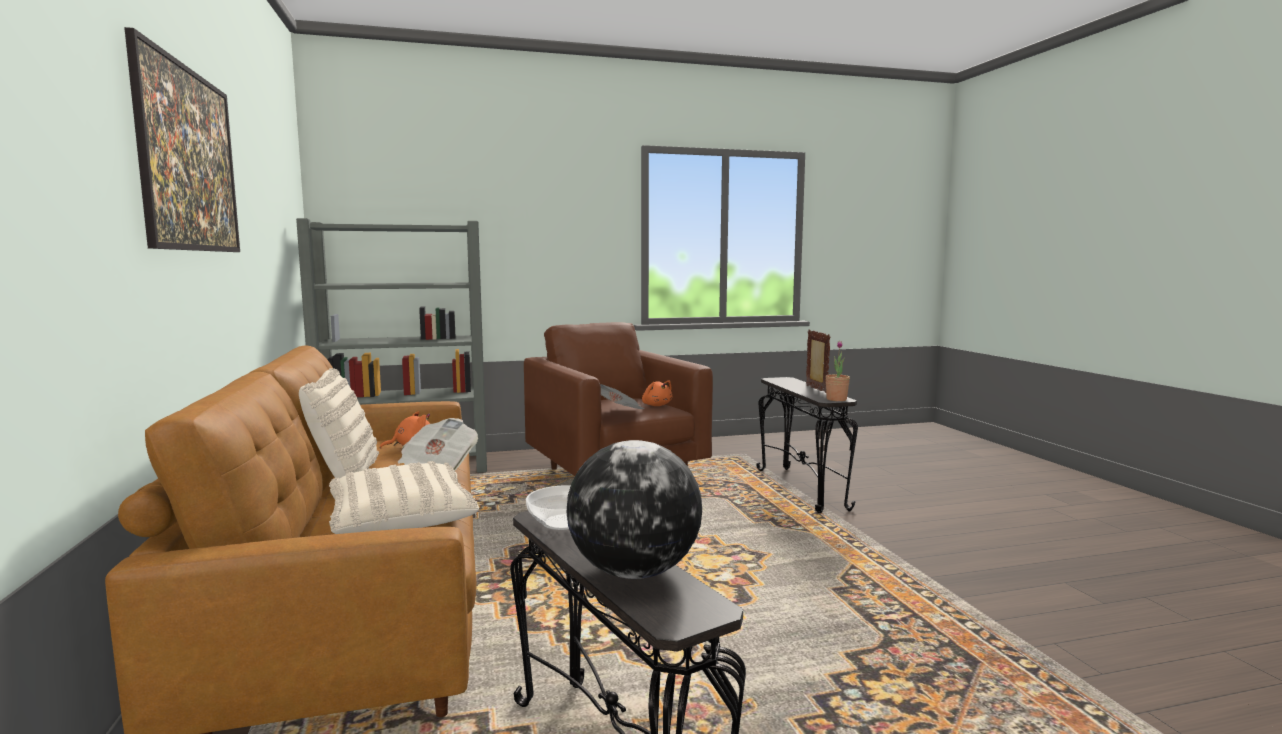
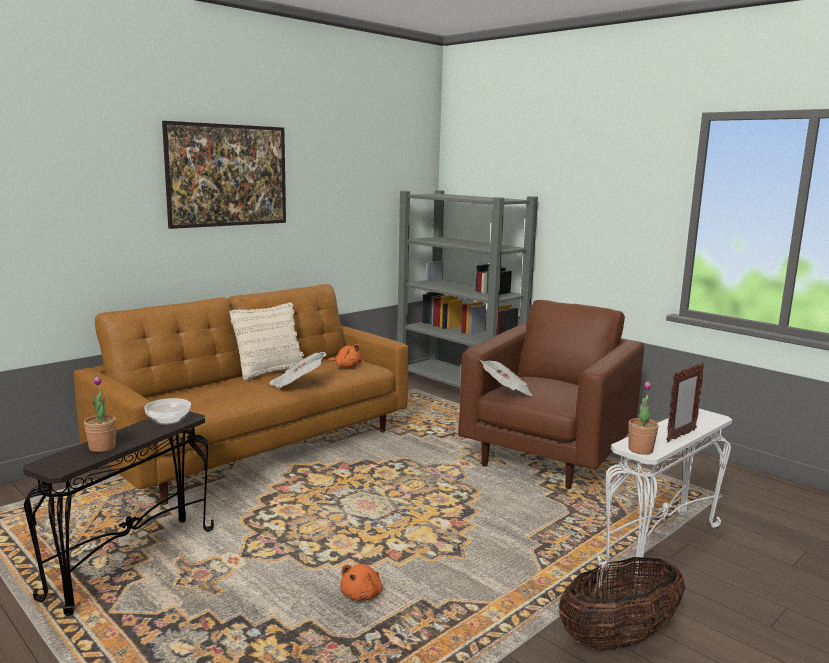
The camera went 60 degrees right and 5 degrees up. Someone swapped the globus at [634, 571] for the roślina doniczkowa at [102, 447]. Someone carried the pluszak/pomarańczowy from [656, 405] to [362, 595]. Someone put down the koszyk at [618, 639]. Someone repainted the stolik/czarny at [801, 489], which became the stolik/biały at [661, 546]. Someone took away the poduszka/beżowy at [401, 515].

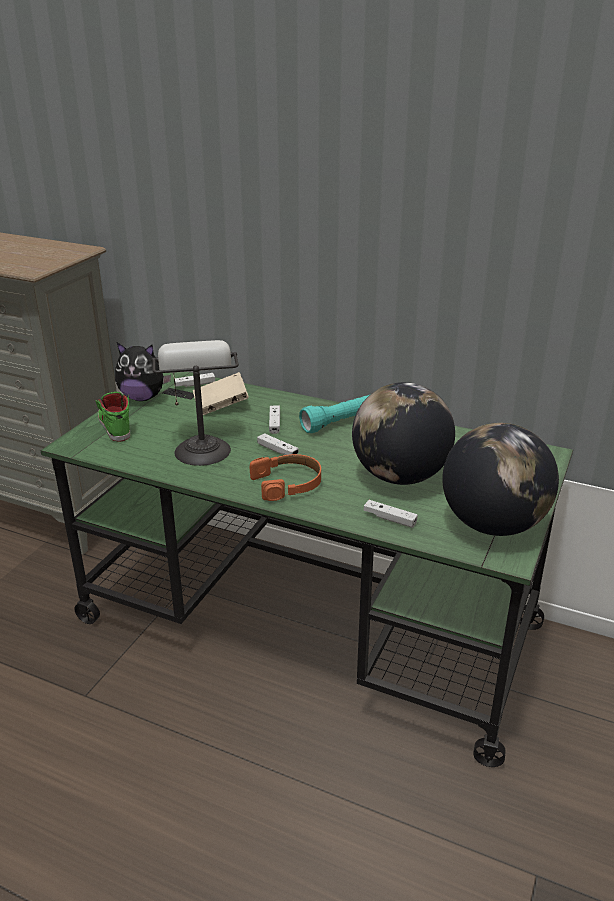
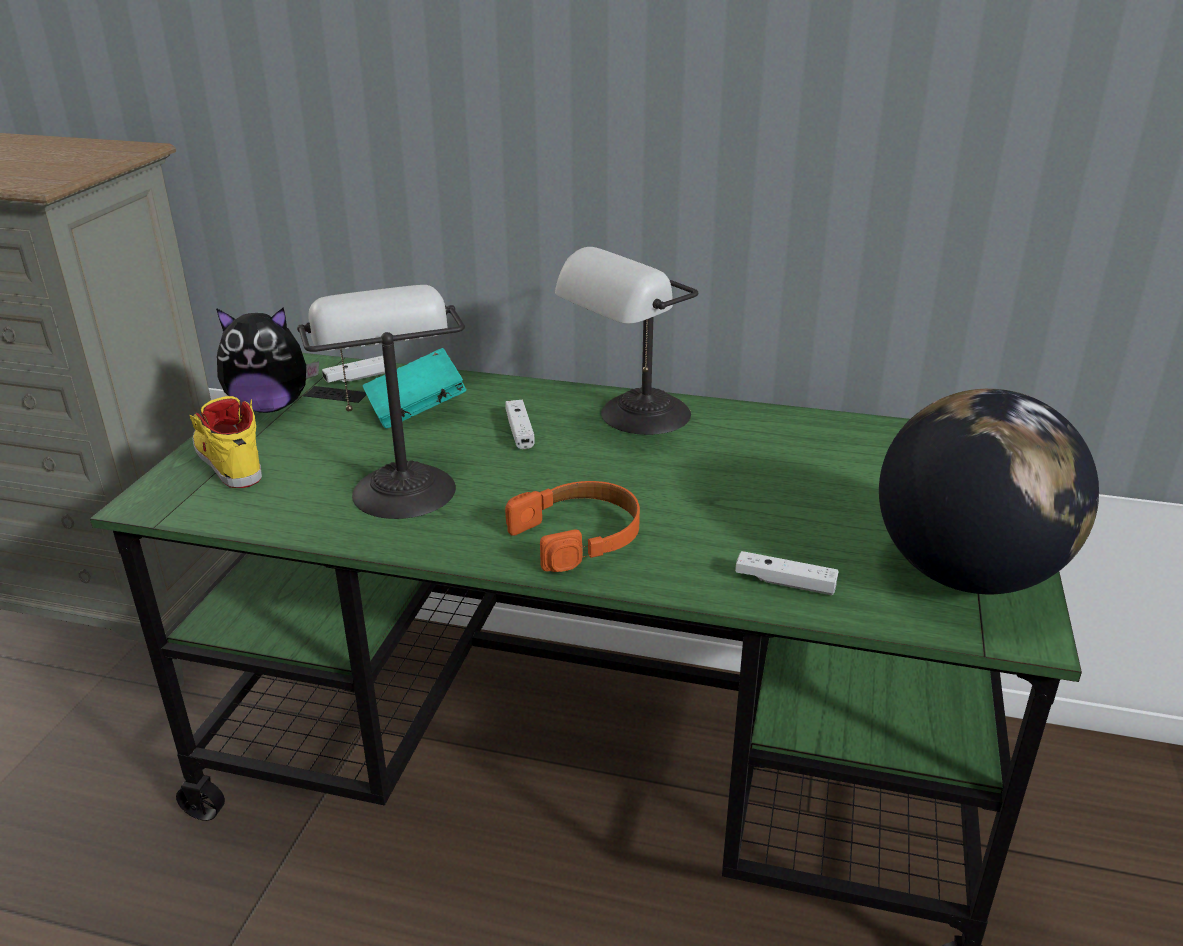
The camera went 10 degrees left and 0 degrees up. Someone repainted the but/zielony at [114, 425], which became the but/żółty at [227, 458]. Someone repainted the książka/beżowy at [221, 406], which became the książka/turkusowy at [416, 410]. Someone swapped the latarka/turkusowy at [340, 422] for the lampa stołowa at [633, 420]. Someone took away the pad do gier/biały at [277, 450]. Someone took away the globus at [399, 476].

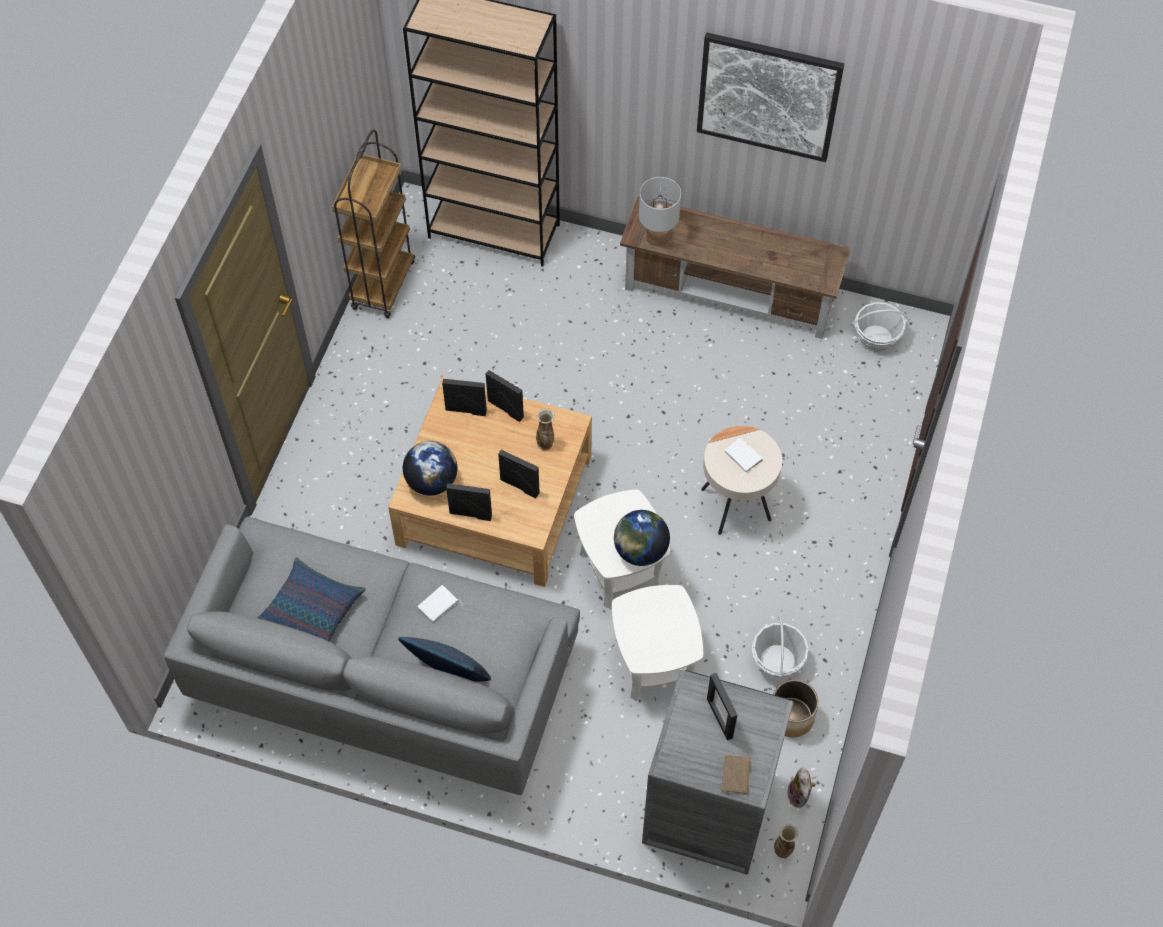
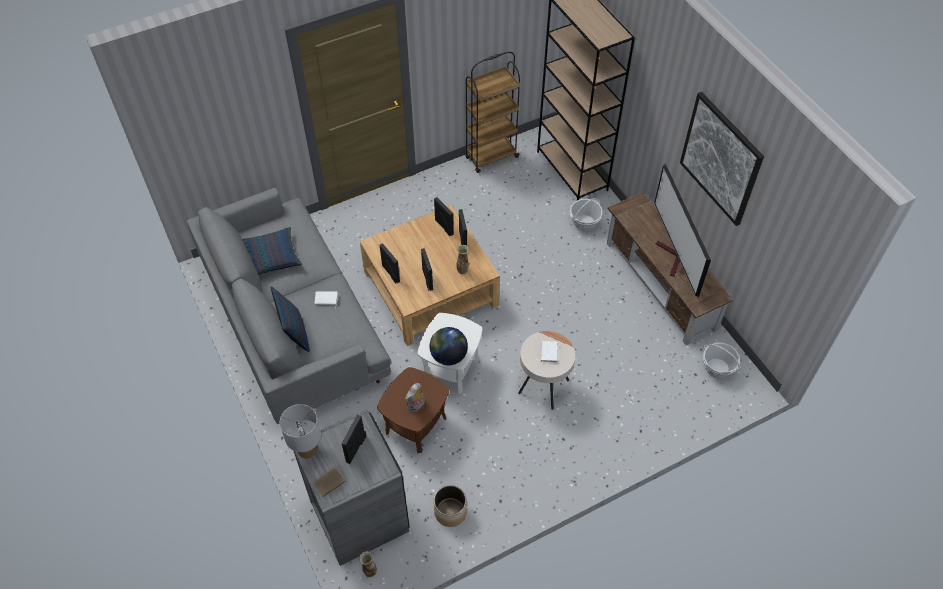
The camera went 45 degrees right and 5 degrees down. Someone carried the lampa stołowa/szary from [658, 237] to [307, 449]. Someone repainted the stolik/biały at [654, 662], which became the stolik/brązowy at [415, 424]. Someone carried the pluszak from [800, 796] to [416, 406]. Someone carried the koszyk from [777, 661] to [584, 223]. Someone put down the telewizor at [673, 258]. Someone took away the globus at [431, 481].

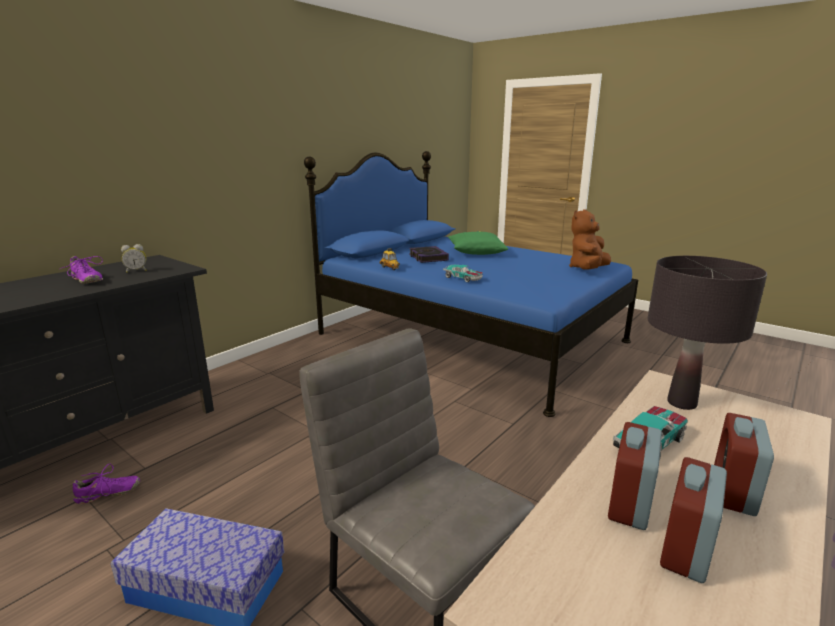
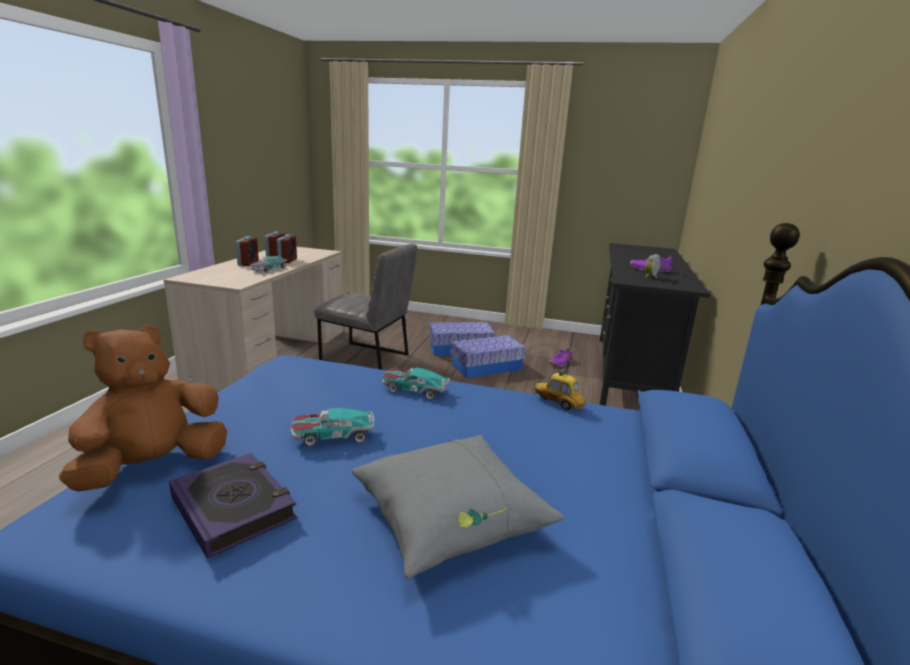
The camera went 155 degrees right and 0 degrees up. Someone rotated the pluszak/brązowy at [587, 269] by 150 degrees counterclockwise. Someone carried the książka from [428, 257] to [233, 508]. Someone put down the samochodzik at [333, 435]. Someone repainted the poduszka/zielony at [476, 253], which became the poduszka/szary at [449, 519]. Someone put down the pojemnik do przechowywania at [486, 367]. Someone took away the lampa stołowa/czarny at [681, 403].

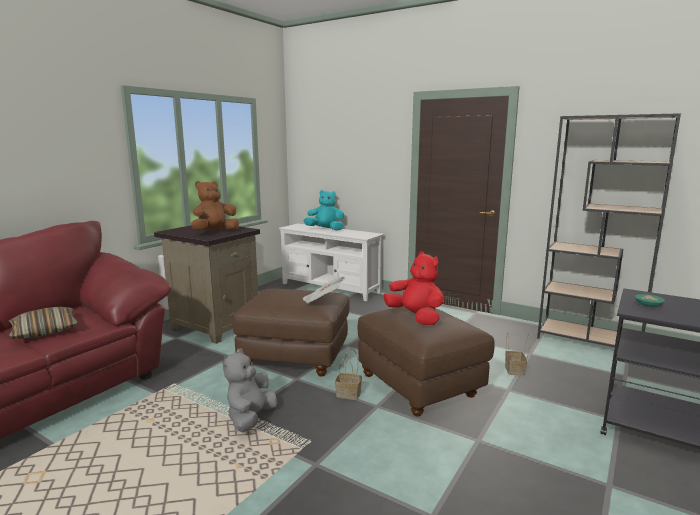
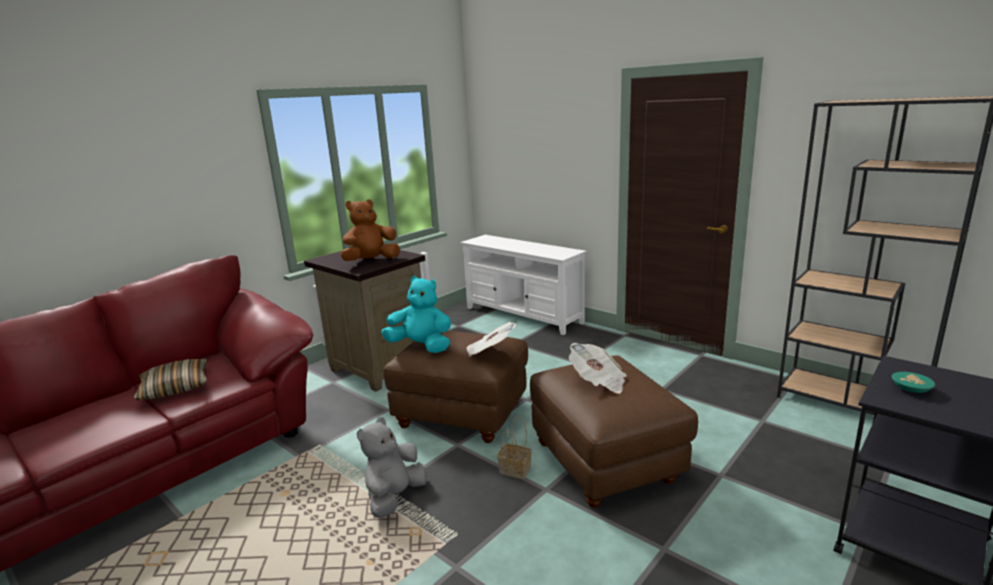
The camera went 10 degrees right and 5 degrees up. Someone carried the pluszak/turkusowy from [325, 229] to [421, 347]. Someone swapped the pluszak/czerwony at [415, 317] for the gazeta at [598, 381]. Someone took away the koszyk at [515, 370].

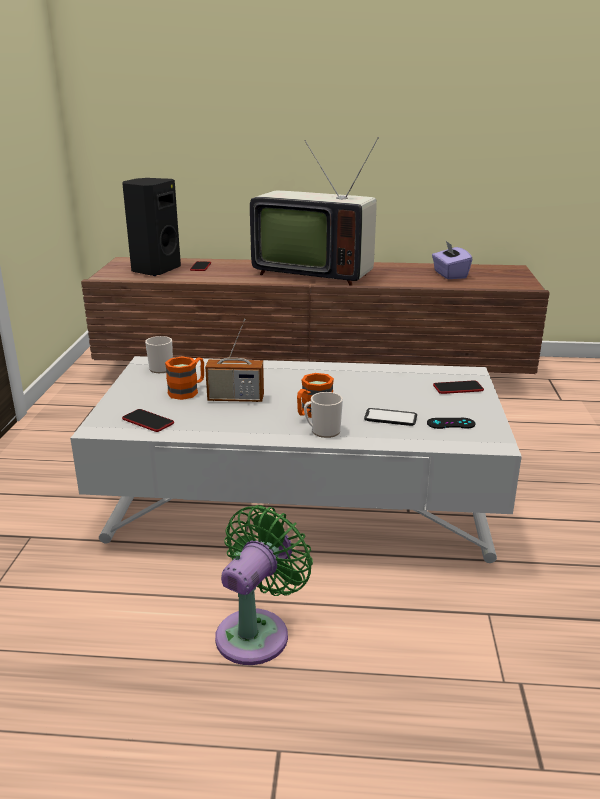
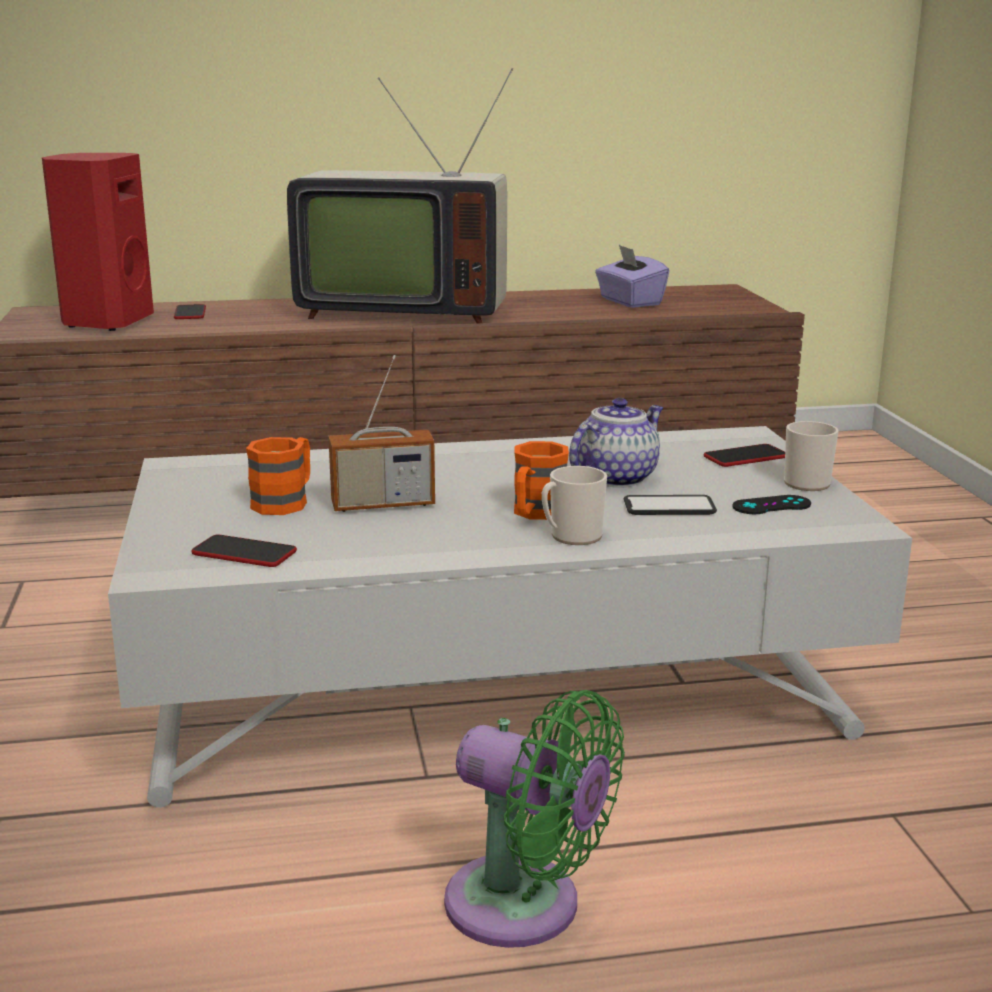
The camera went 15 degrees left and 5 degrees down. Someone repainted the głośnik/czarny at [154, 270], which became the głośnik/czerwony at [105, 322]. Someone rotated the wentylator/zielony at [257, 631] by 105 degrees clockwise. Someone put down the imbryk at [616, 477]. Someone carried the kubek from [161, 367] to [804, 481].

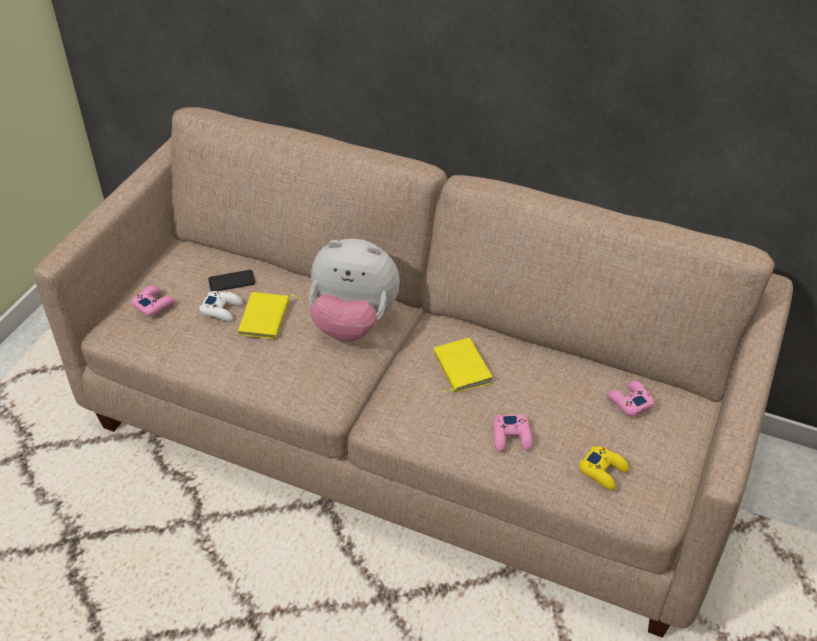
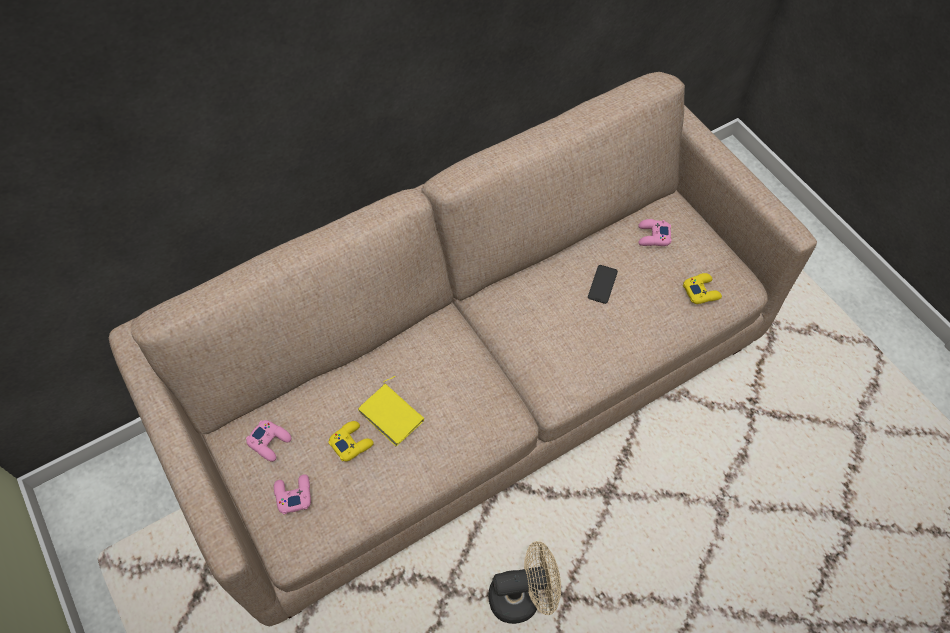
The camera went 55 degrees left and 15 degrees up. Someone carried the pad do gier/różowy from [511, 437] to [270, 442]. Someone repainted the pad do gier/biały at [222, 309], which became the pad do gier/żółty at [351, 442]. Someone put down the wentylator/beżowy at [522, 595]. Someone carried the telefon from [231, 281] to [602, 284]. Someone took away the pluszak at [353, 323]. Someone took away the książka/żółty at [460, 368].

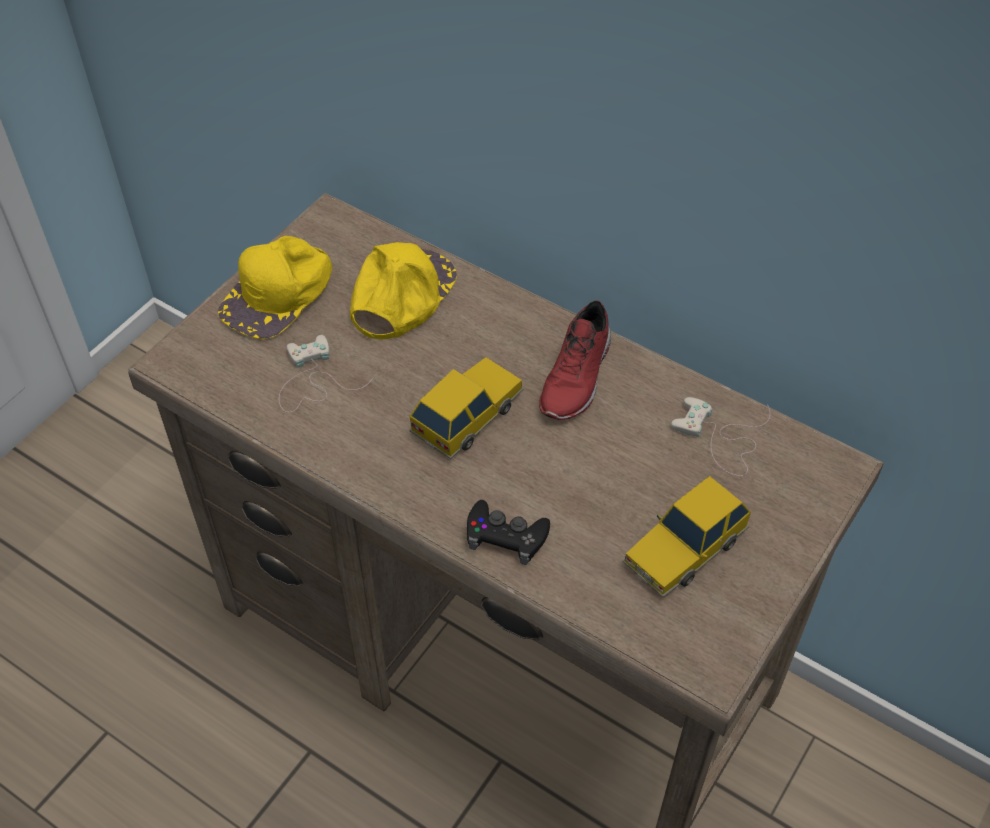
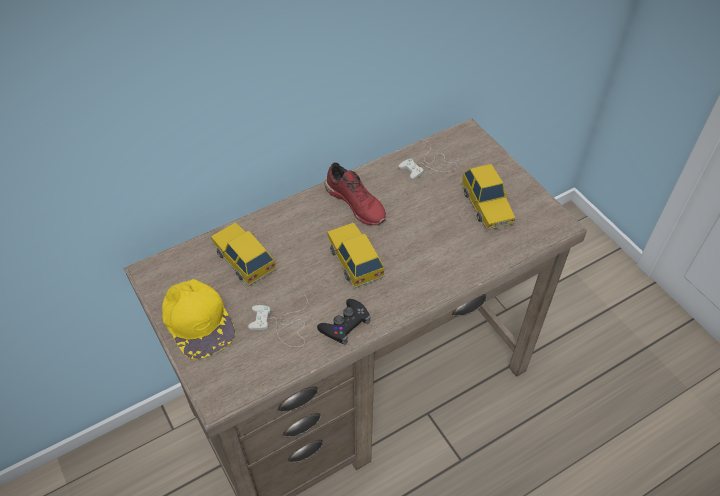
The camera went 65 degrees left and 0 degrees up. Someone swapped the czapka z daszkiem/żółty at [401, 295] for the samochodzik at [243, 258]. Someone carried the pad do gier/czarny from [506, 536] to [345, 324].

